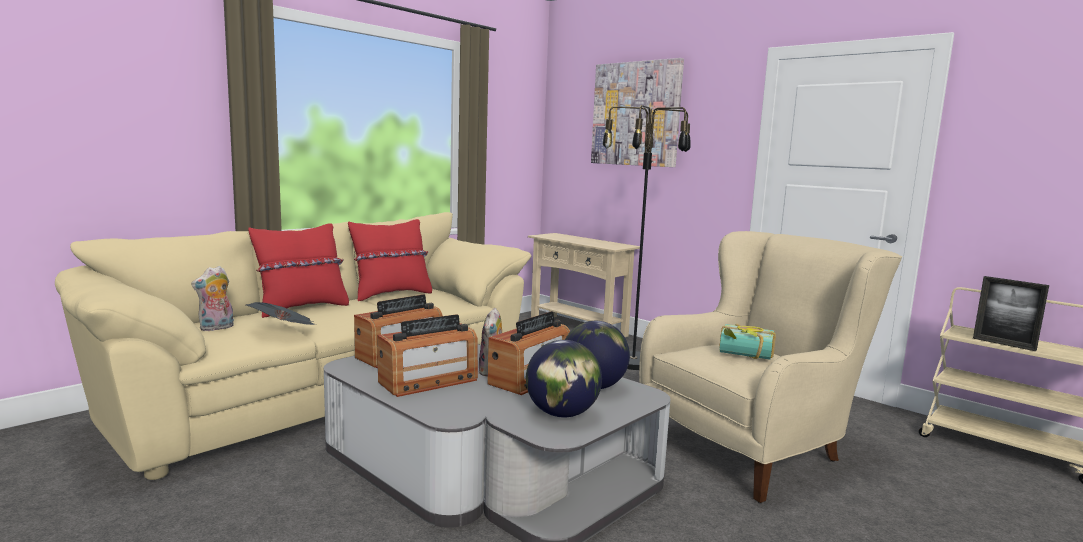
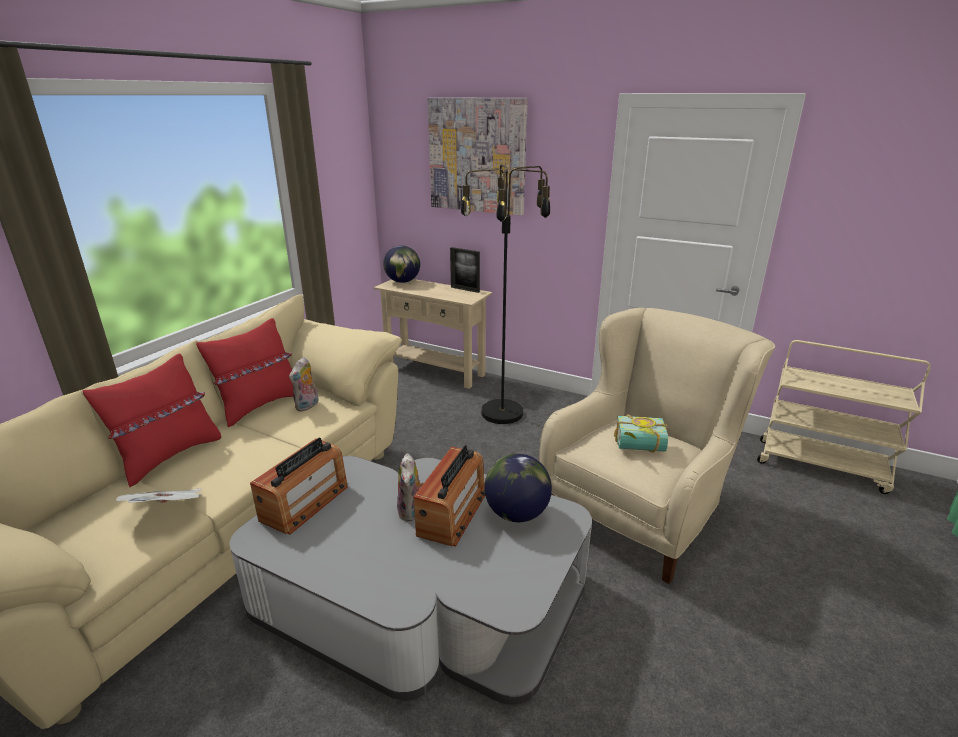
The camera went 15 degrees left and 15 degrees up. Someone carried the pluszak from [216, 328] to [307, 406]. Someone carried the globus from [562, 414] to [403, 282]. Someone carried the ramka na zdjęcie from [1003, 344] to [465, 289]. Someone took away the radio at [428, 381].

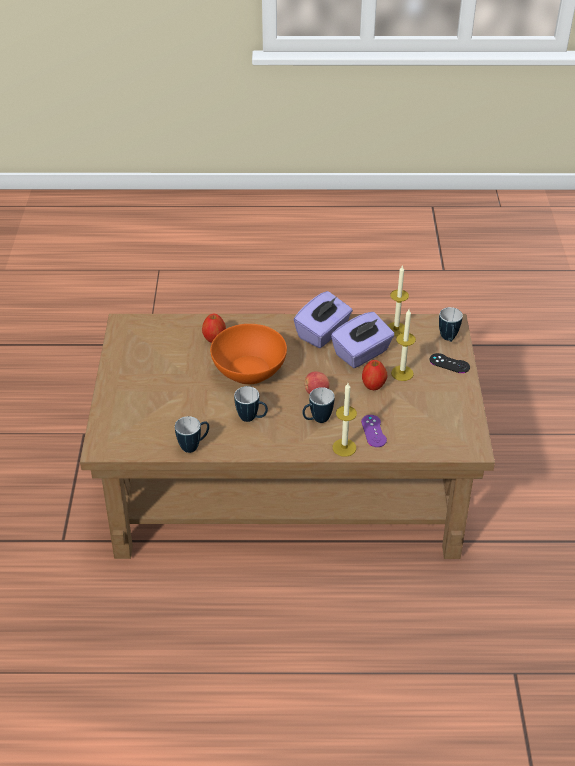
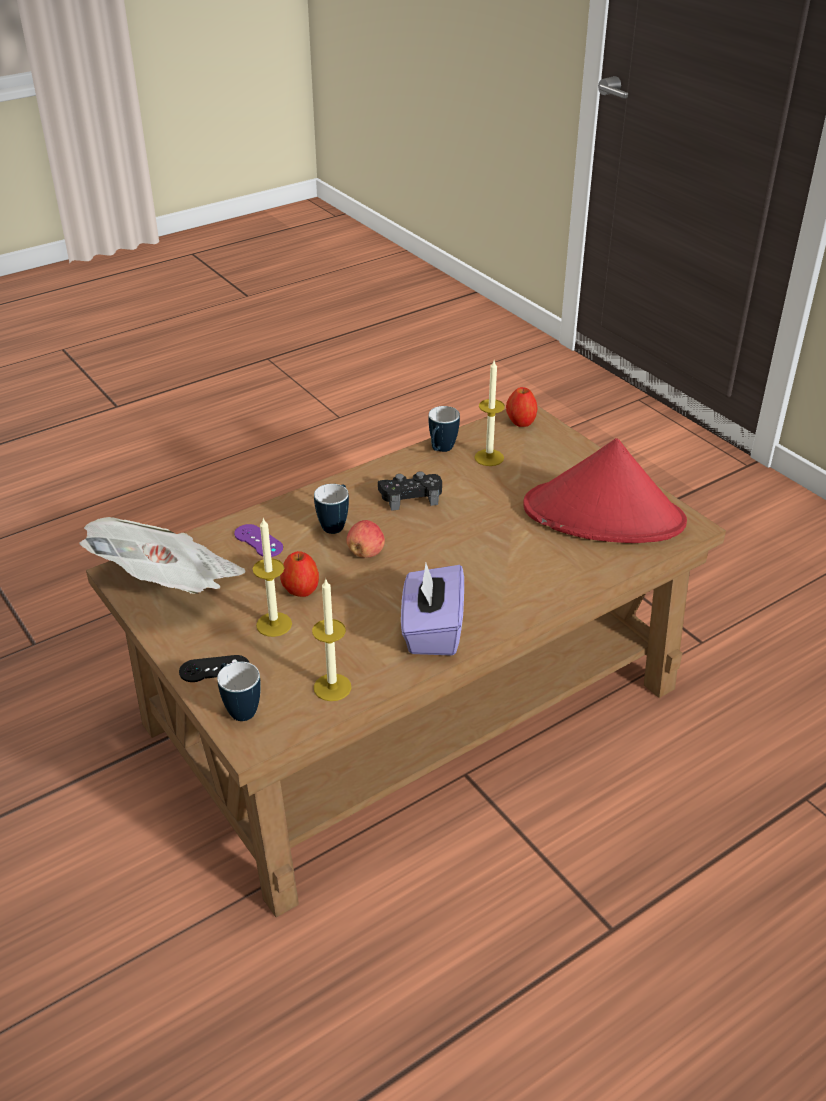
The camera went 145 degrees right and 5 degrees down. Someone put down the gazeta at [170, 585]. Someone swapped the kubek at [252, 418] for the pad do gier/czarny at [410, 496]. Someone carried the świeca from [344, 447] to [489, 457]. Someone carried the jabłko from [214, 338] to [520, 423]. Someone put down the kapelusz/czerwony at [604, 515]. Someone took away the miska/pomarańczowy at [249, 370]. Someone took away the pudełko chusteczek/fioletowy at [362, 353].

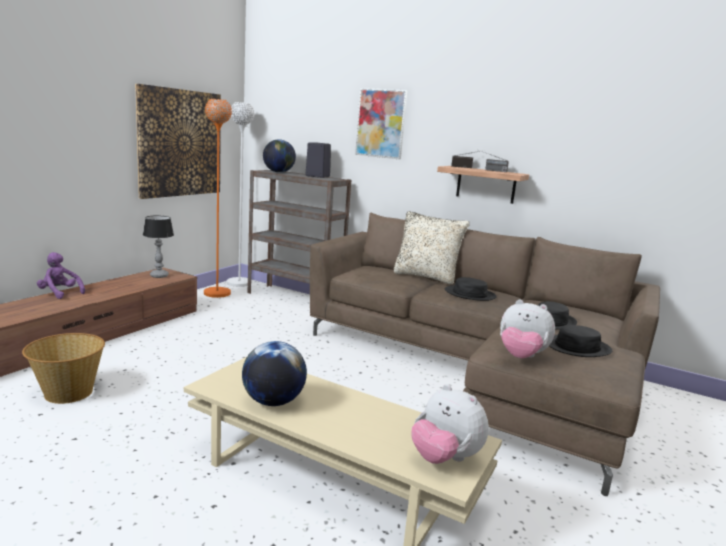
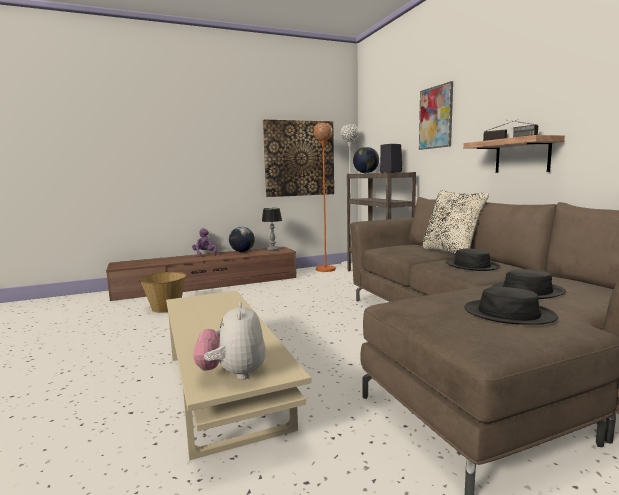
The camera went 40 degrees right and 5 degrees down. Someone carried the globus from [273, 402] to [242, 251]. Someone took away the pluszak at [521, 357].

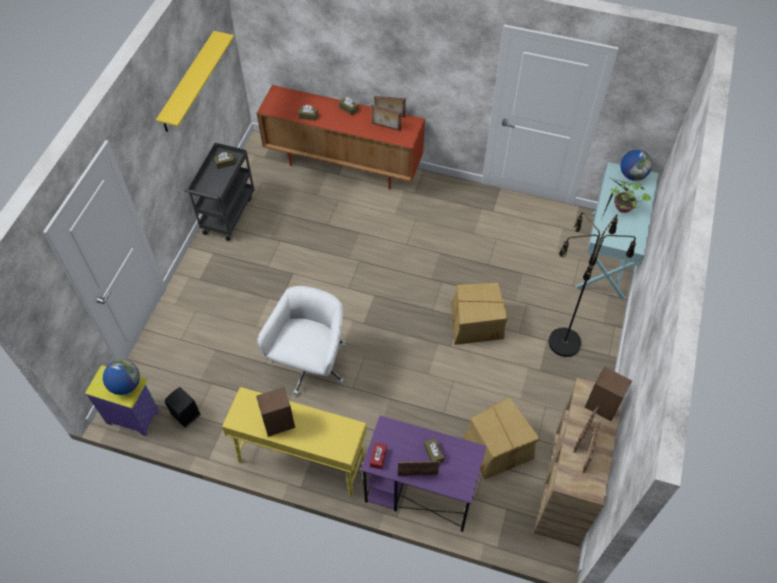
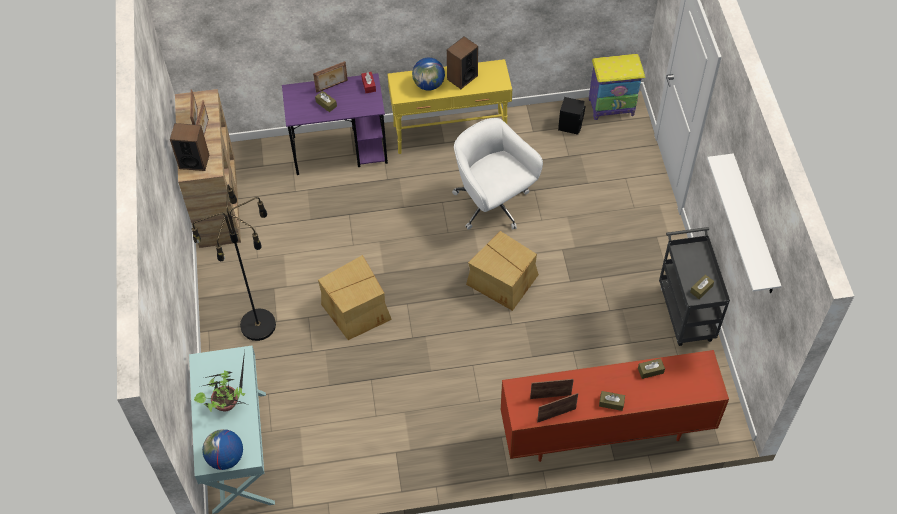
The camera went 155 degrees right and 0 degrees up. Someone carried the globus from [125, 385] to [429, 85]. Someone rotated the krzesło biurowe/biały at [310, 365] by 150 degrees clockwise. Someone carried the karton from [497, 447] to [503, 280]. Someone repainted the półka/żółty at [188, 83], which became the półka/biały at [753, 226].

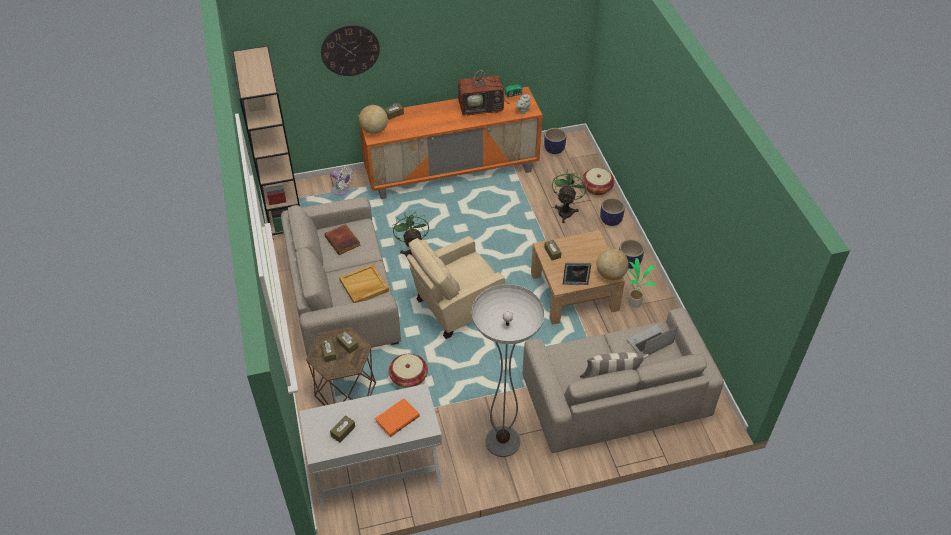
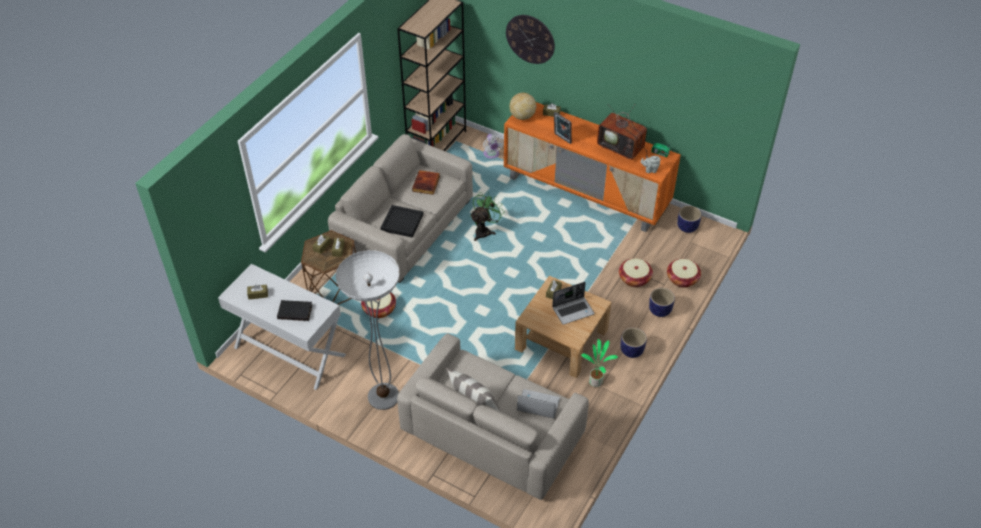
The camera went 45 degrees right and 0 degrees up. Someone repainted the książka/pomarańczowy at [397, 418], which became the książka/czarny at [295, 311]. Someone repainted the taca/beżowy at [364, 286], which became the taca/czarny at [401, 222]. Someone put down the laptop at [573, 310]. Someone carried the ramka na zdjęcie from [575, 285] to [562, 139]. Someone swapped the wentylator/zielony at [566, 210] for the koszyk at [634, 278]. Someone took away the fotel/beżowy at [455, 307]. Someone took away the globus at [610, 274].

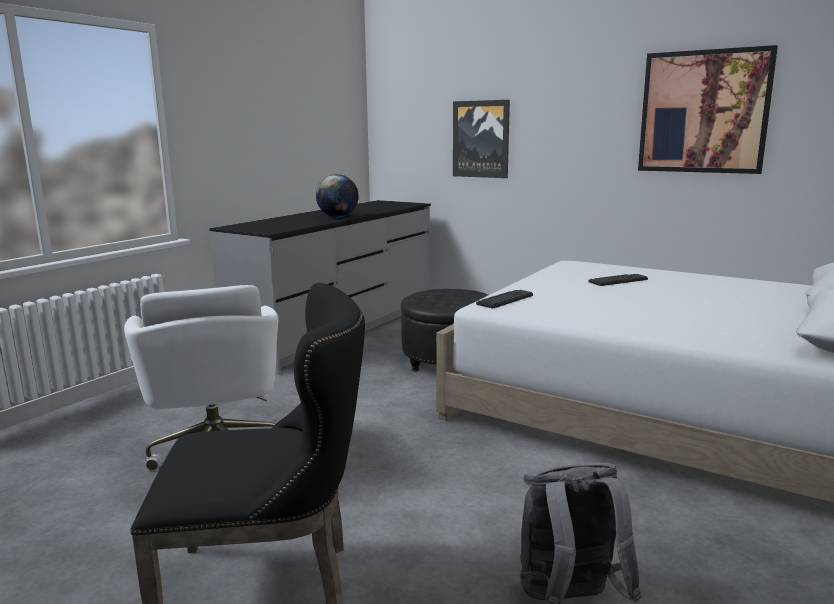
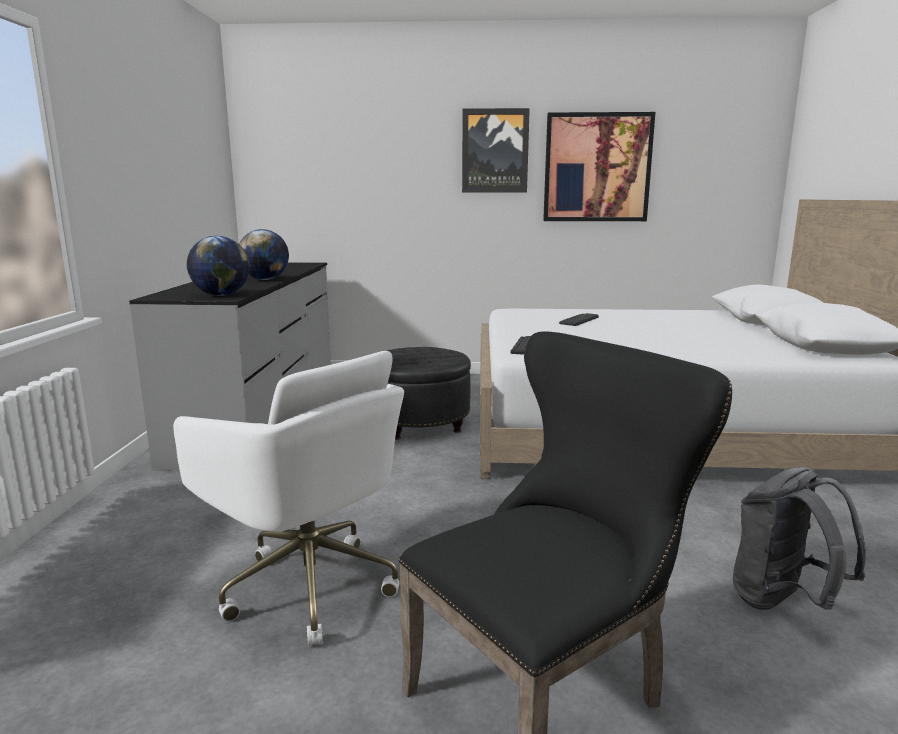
The camera went 30 degrees left and 0 degrees up. Someone put down the globus at [221, 295]. Someone carried the obraz from [481, 139] to [495, 151].

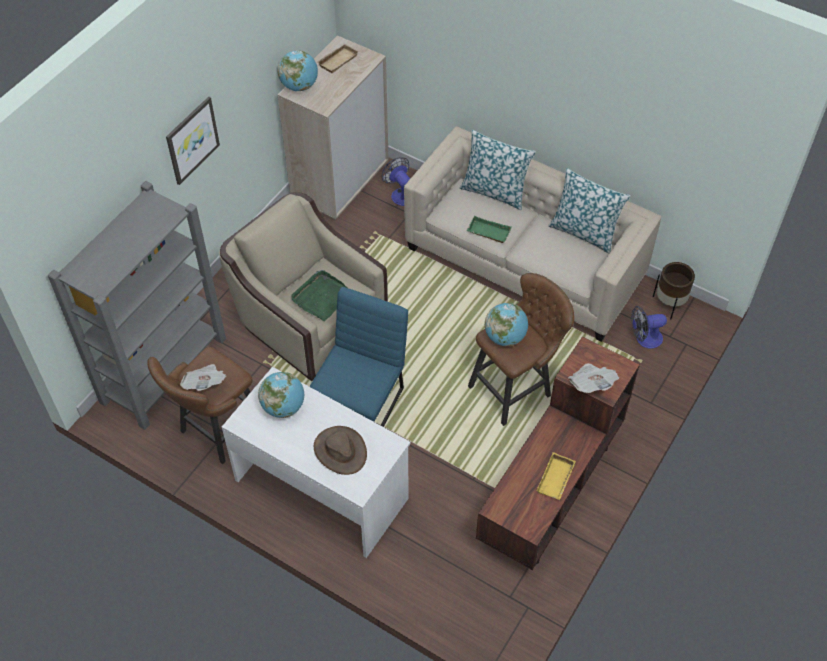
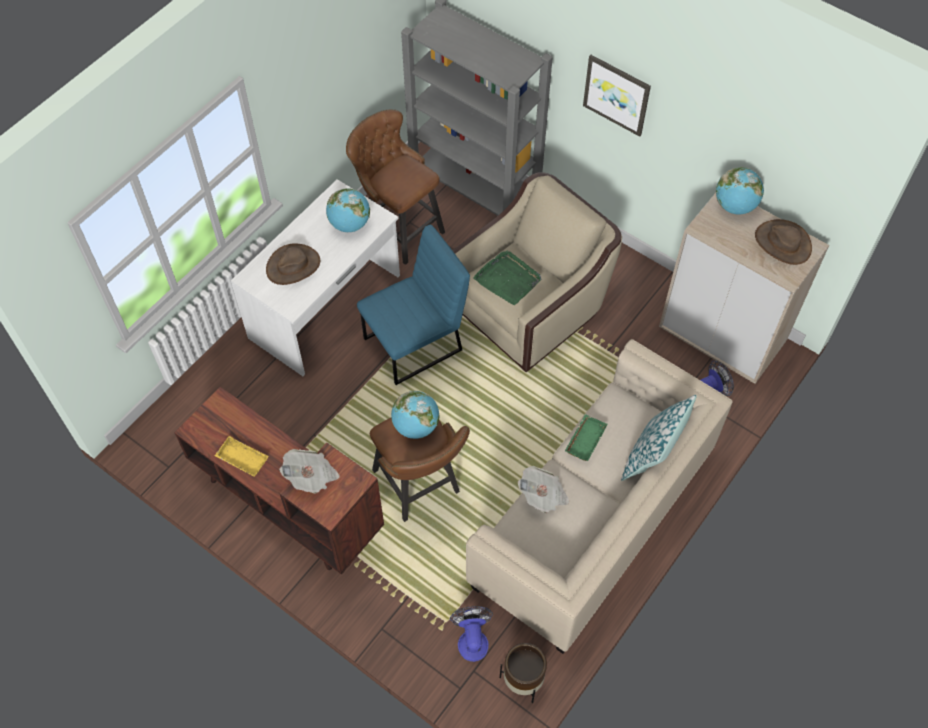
The camera went 95 degrees right and 5 degrees up. Someone rotated the krzesło/niebieski at [361, 404] by 60 degrees counterclockwise. Someone carried the gazeta from [205, 384] to [543, 496]. Someone swapped the taca/beżowy at [337, 60] for the kapelusz/brązowy at [782, 243]. Someone took away the poduszka at [584, 232].

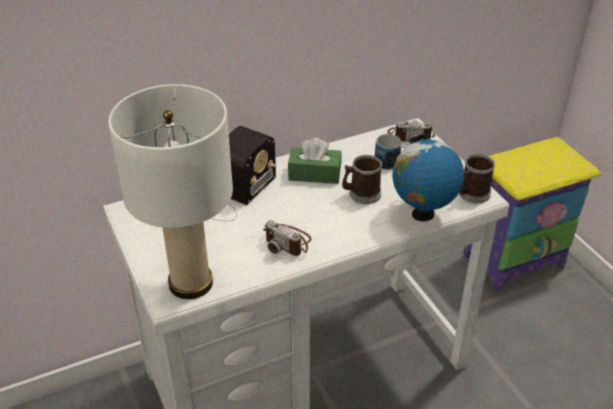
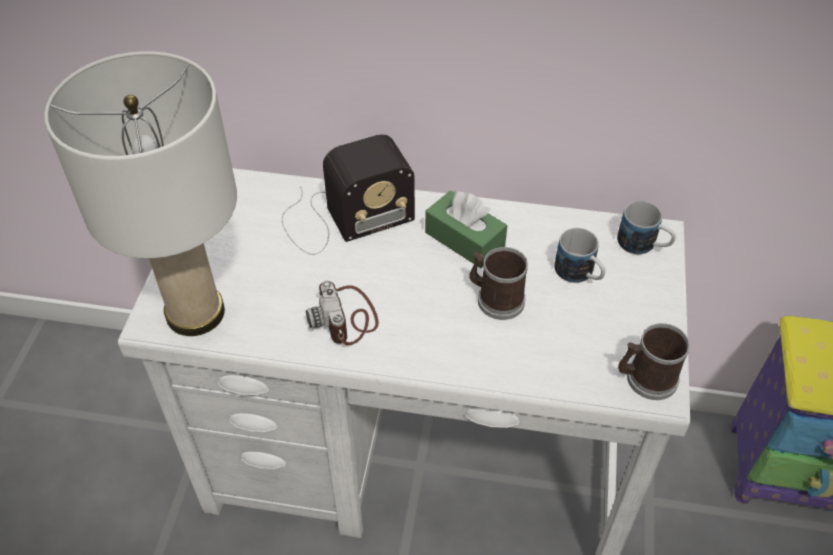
The camera went 35 degrees right and 10 degrees up. Someone swapped the aparat fotograficzny at [410, 136] for the kubek at [643, 245]. Someone took away the globus at [422, 214].

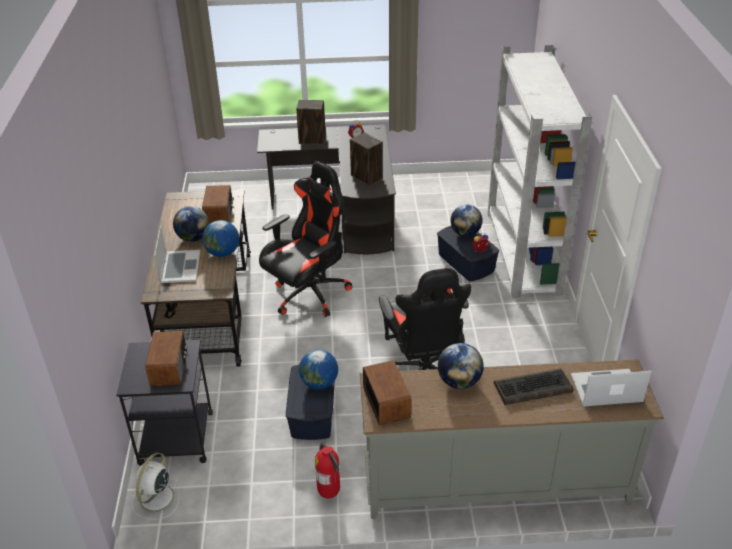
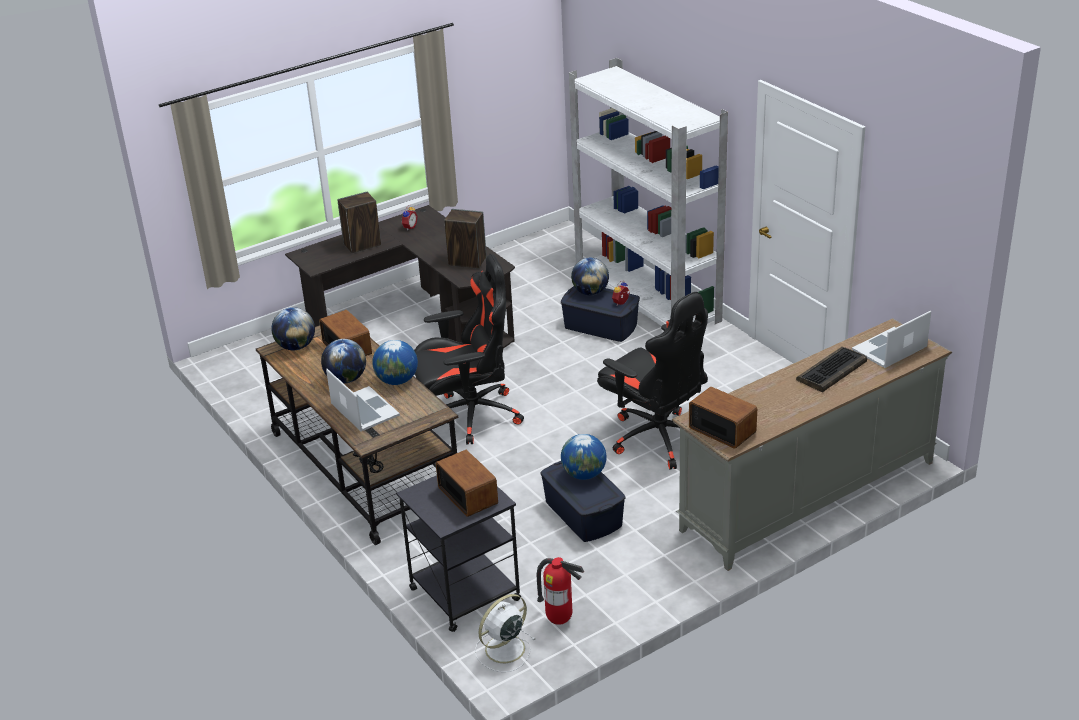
The camera went 30 degrees left and 5 degrees down. Someone carried the globus from [459, 382] to [296, 347]. Someone rotated the krzesło biurowe/czarny at [306, 297] by 60 degrees clockwise. Someone rotated the wentylator/biały at [156, 499] by 60 degrees clockwise. Someone carried the gaśnica from [329, 493] to [560, 620].

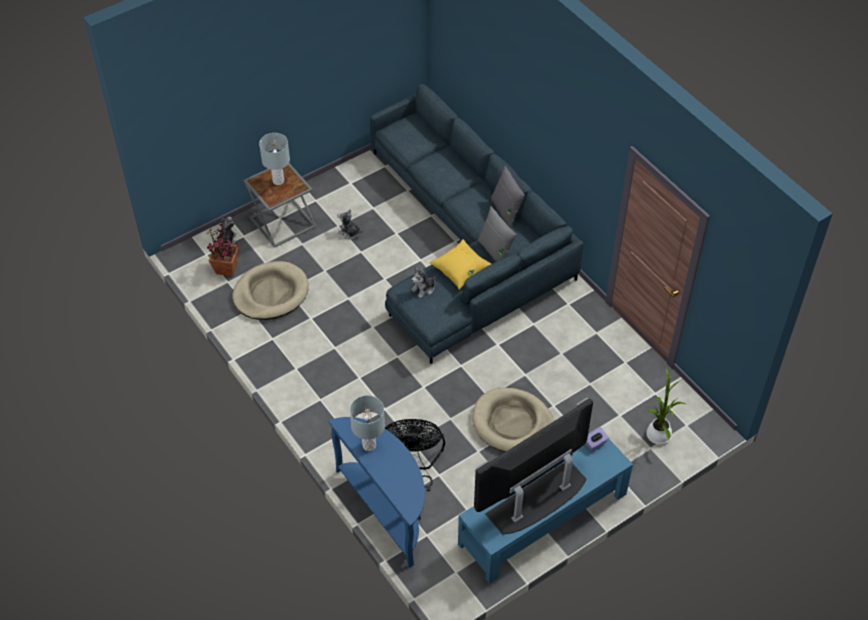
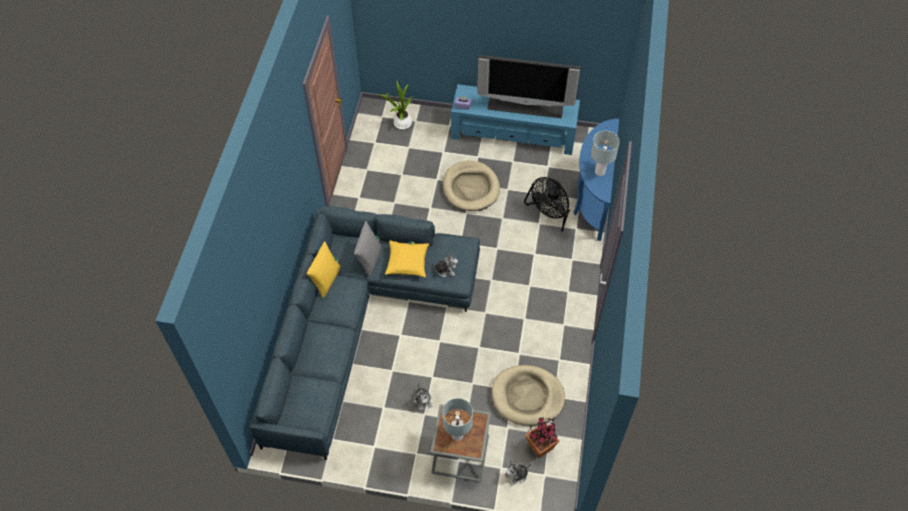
The camera went 135 degrees left and 5 degrees up. Someone repainted the poduszka/szary at [506, 211], which became the poduszka/żółty at [326, 280].

